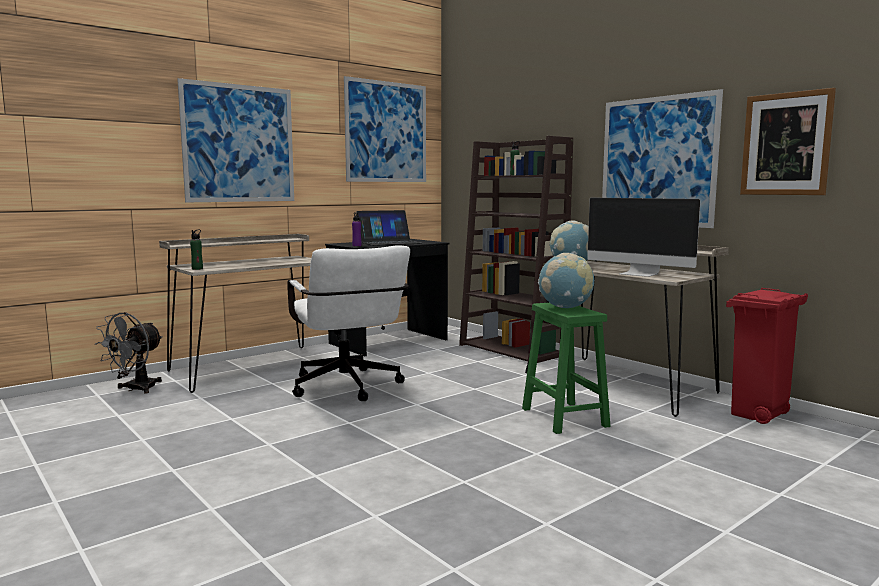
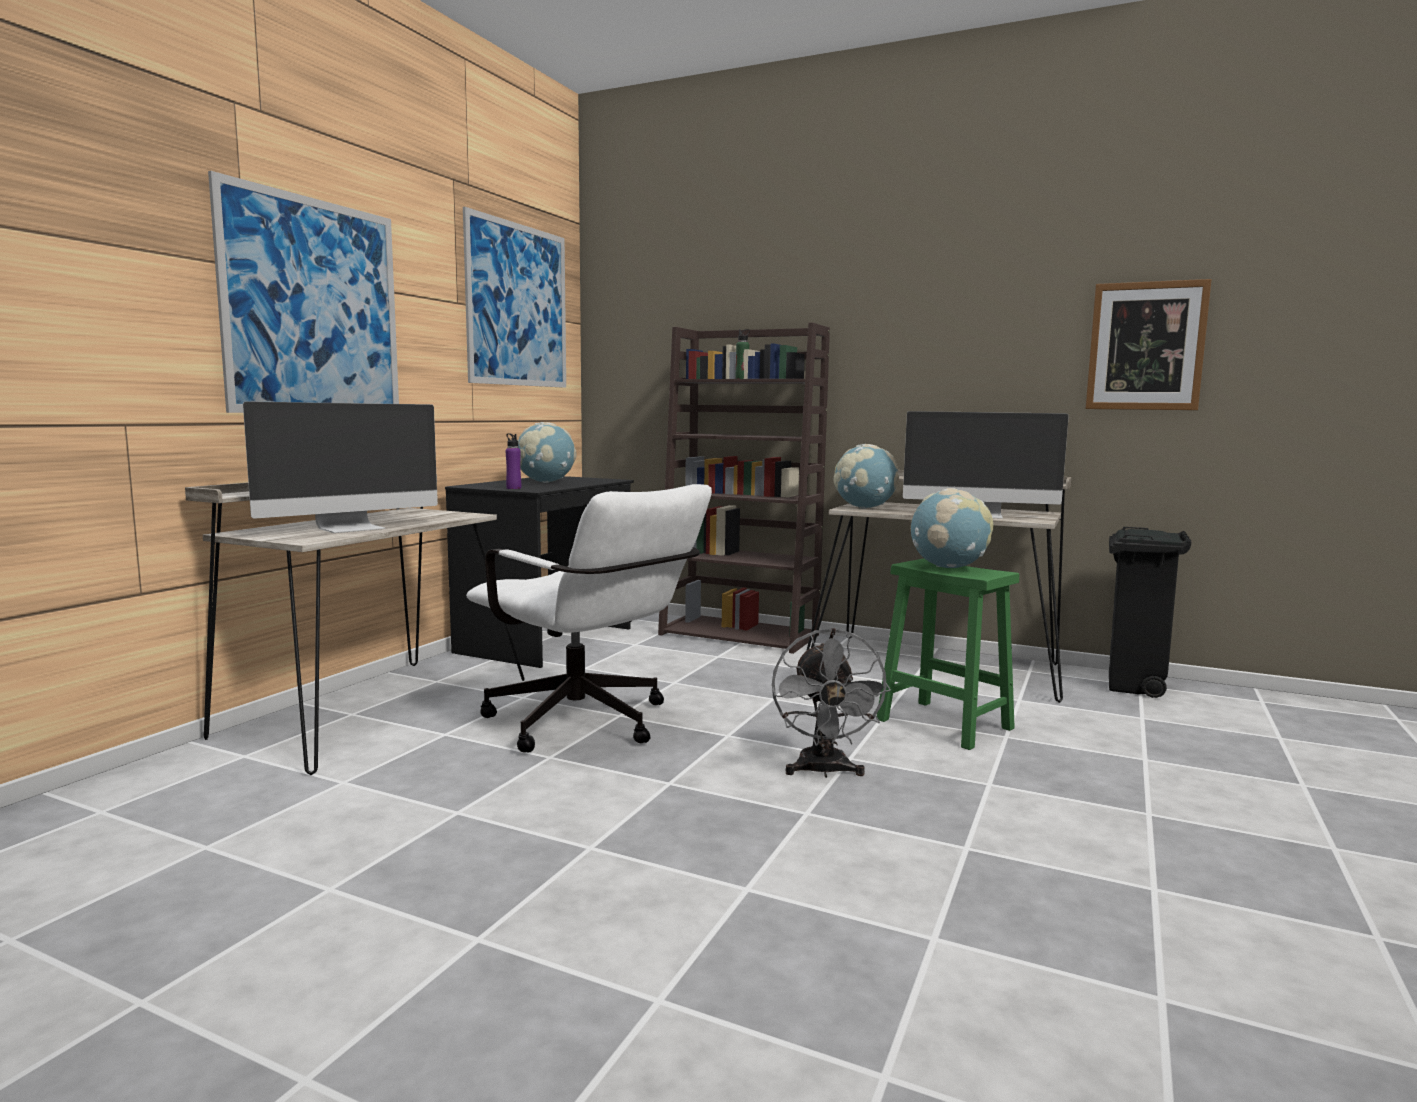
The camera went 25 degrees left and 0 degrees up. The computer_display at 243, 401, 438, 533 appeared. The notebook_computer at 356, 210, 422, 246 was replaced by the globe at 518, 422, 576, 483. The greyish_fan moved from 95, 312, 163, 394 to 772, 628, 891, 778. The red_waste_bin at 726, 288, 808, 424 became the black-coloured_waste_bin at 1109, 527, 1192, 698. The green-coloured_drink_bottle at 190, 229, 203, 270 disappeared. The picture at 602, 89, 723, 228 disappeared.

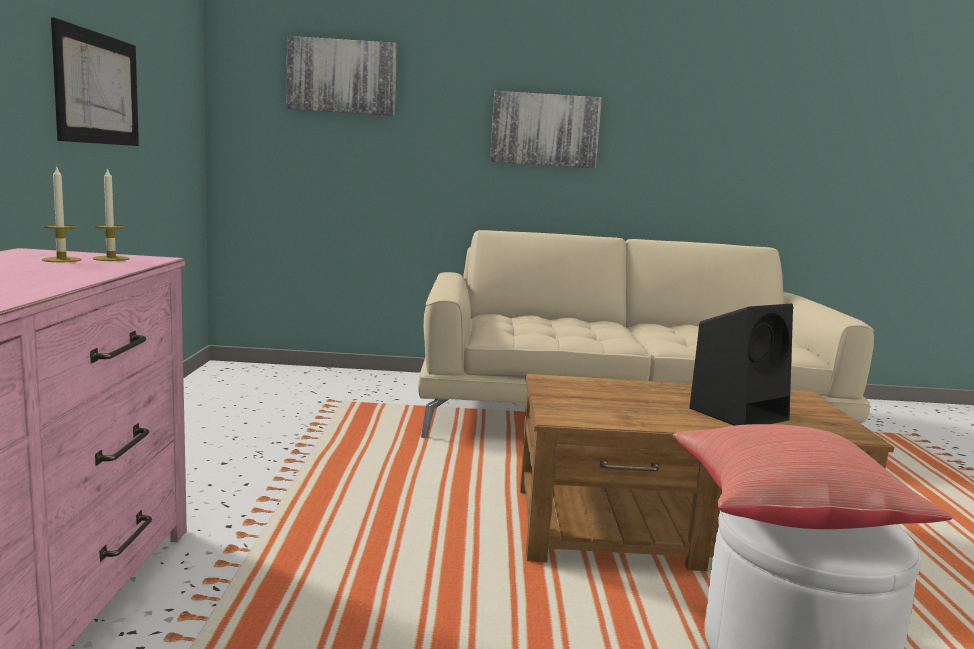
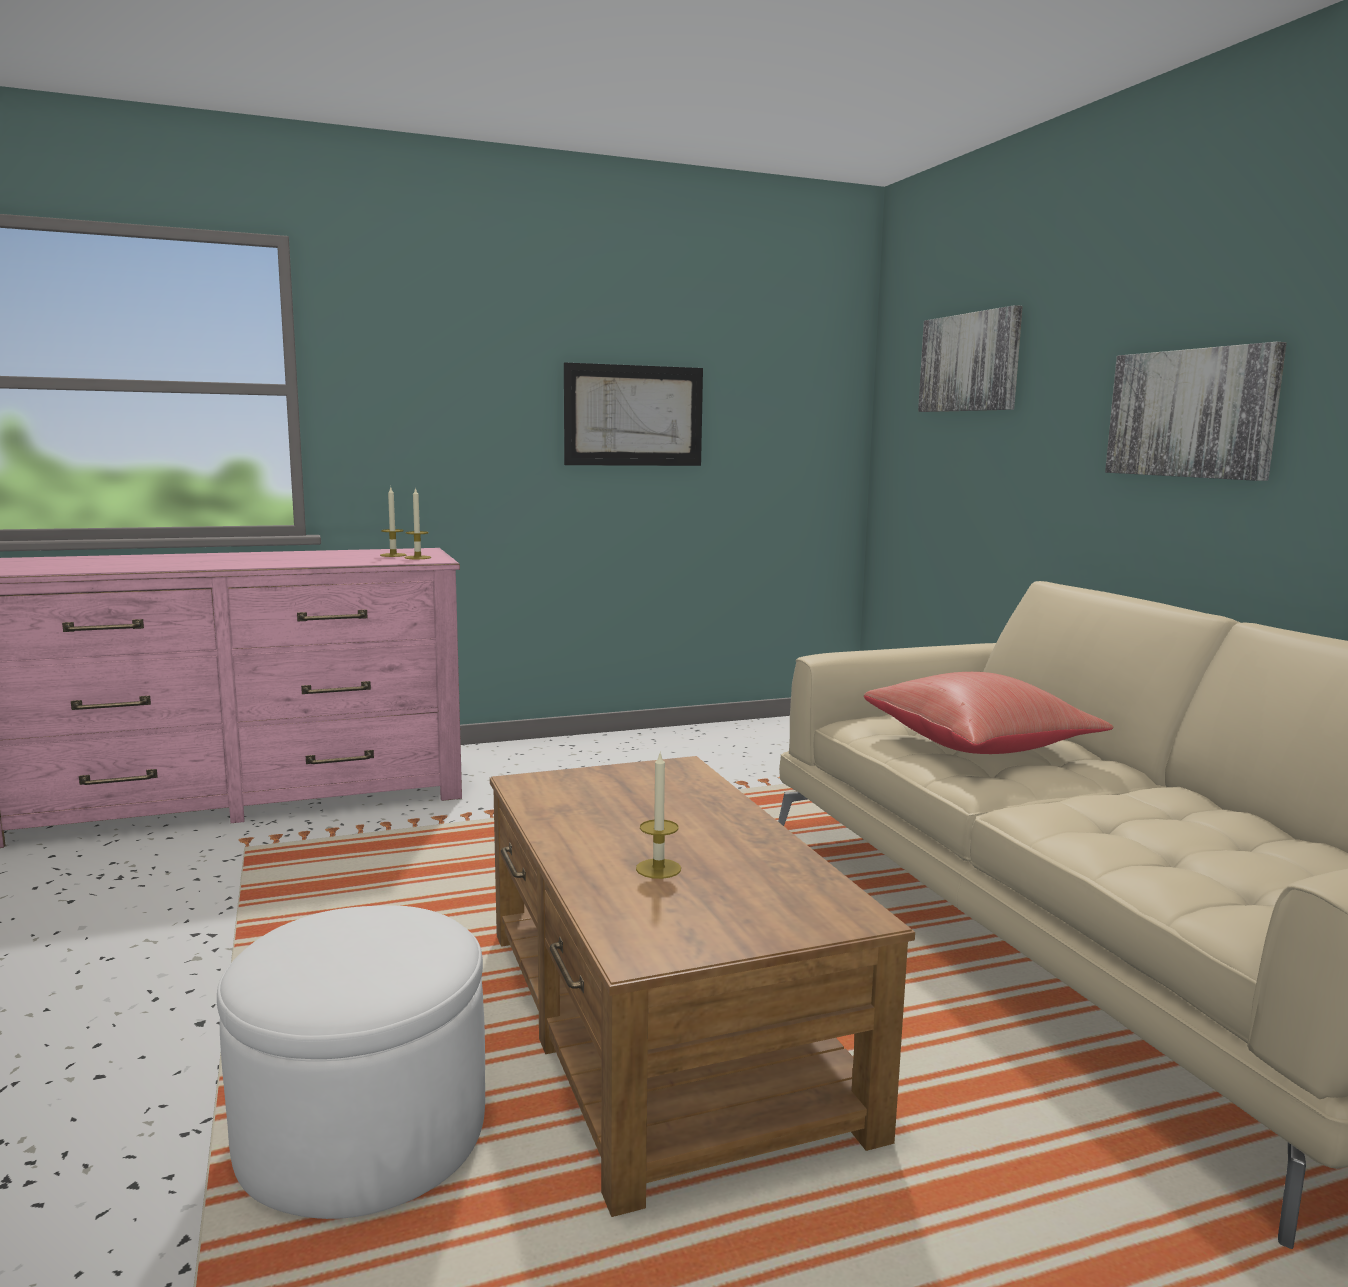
The camera went 70 degrees right and 0 degrees up. The black-coloured_loudspeaker at 689, 304, 793, 426 was replaced by the wax_candle at 636, 751, 681, 879. The red_pillow moved from 673, 424, 953, 529 to 864, 672, 1114, 754.

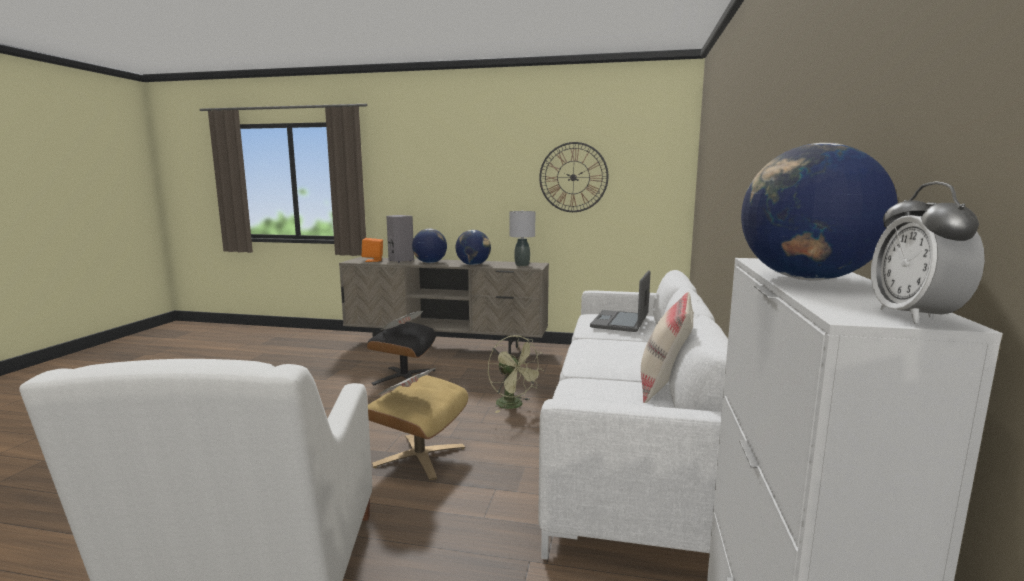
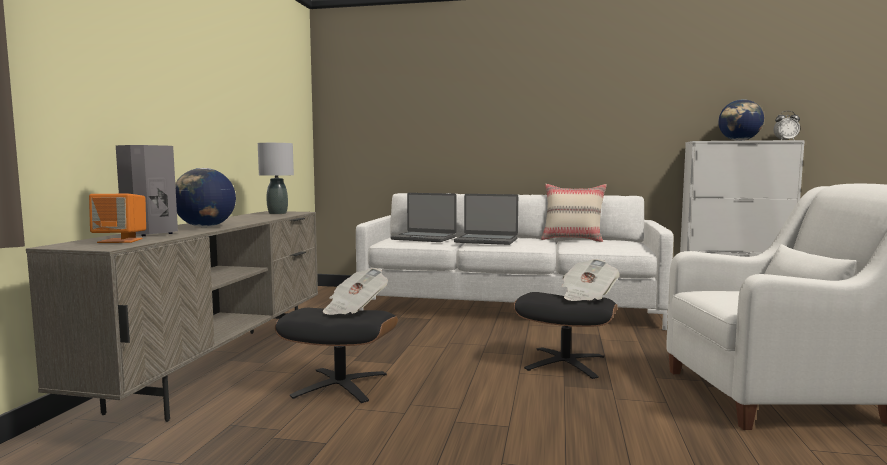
The camera went 90 degrees left and 5 degrees down. The notebook_computer at 454, 194, 518, 245 appeared. The beige_footrest at 368, 375, 468, 480 became the black-coloured_footrest at 514, 292, 617, 379. The globe at 456, 230, 491, 265 disappeared. The green-coloured_fan at 488, 335, 544, 413 disappeared. The hanging_clock at 539, 142, 608, 212 disappeared.

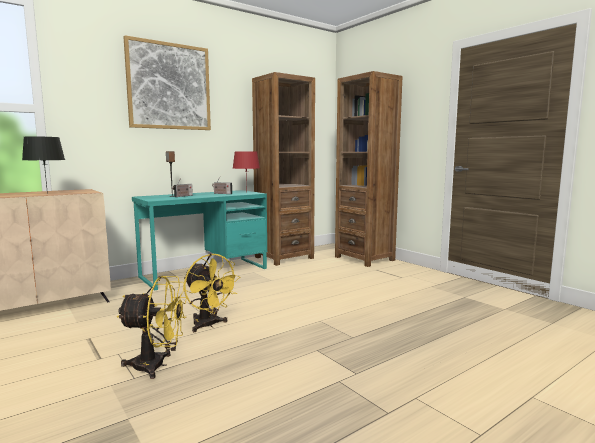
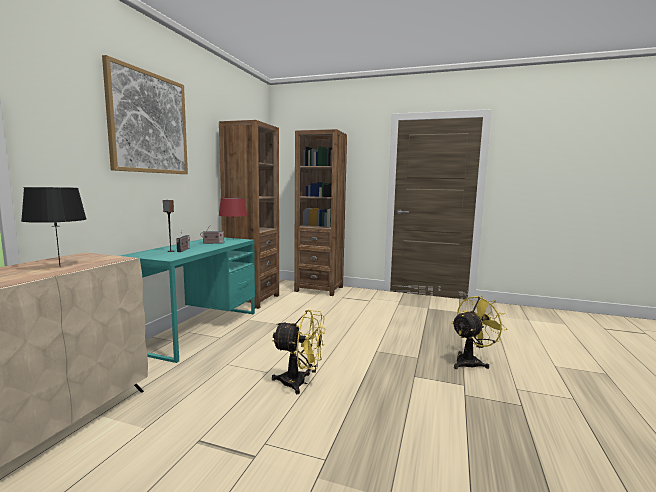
The camera went 35 degrees left and 0 degrees up. The yellow_fan moved from 116, 276, 187, 379 to 452, 295, 507, 369.

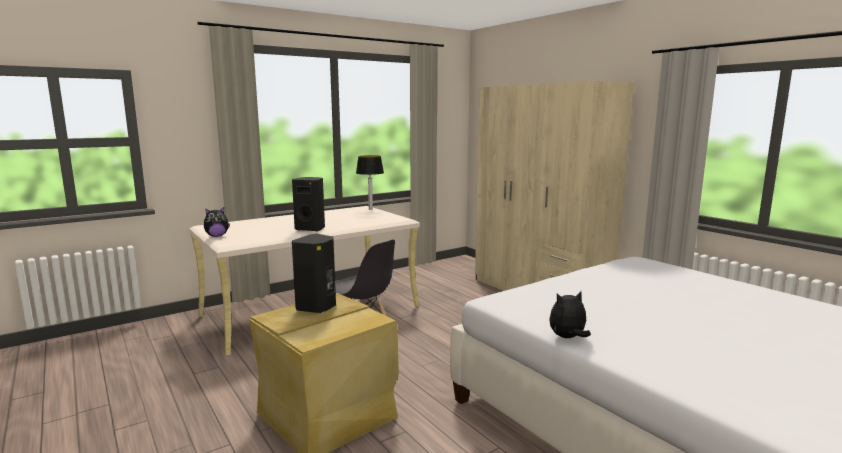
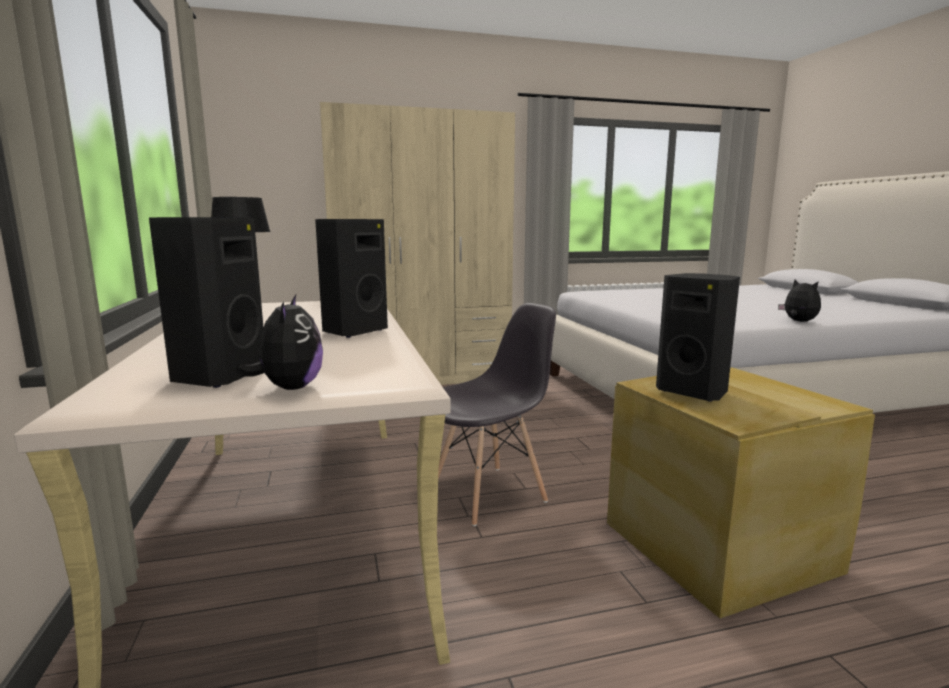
The camera went 70 degrees left and 0 degrees up. The black-coloured_loudspeaker at 149, 217, 264, 388 appeared. The soft_toy at 549, 291, 591, 338 turned 150 degrees clockwise.

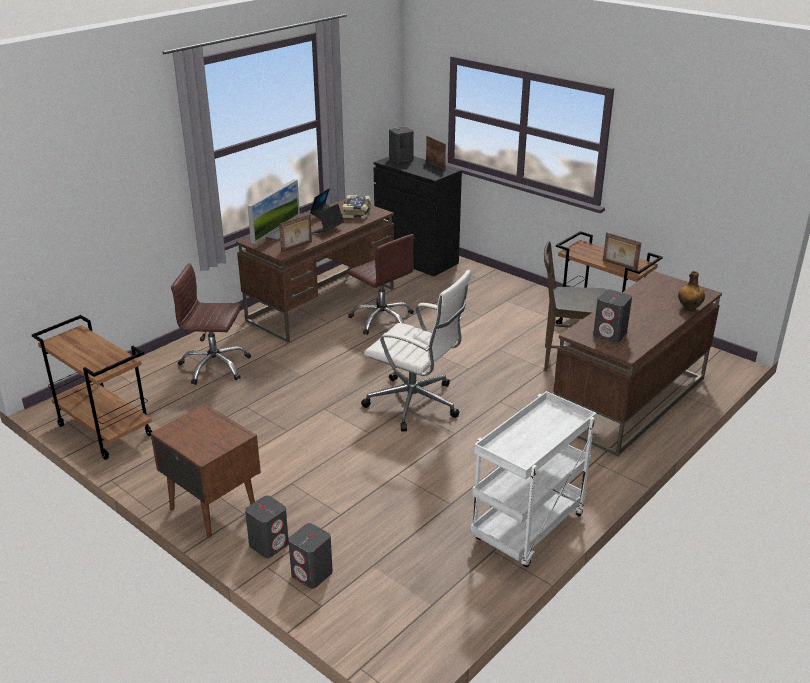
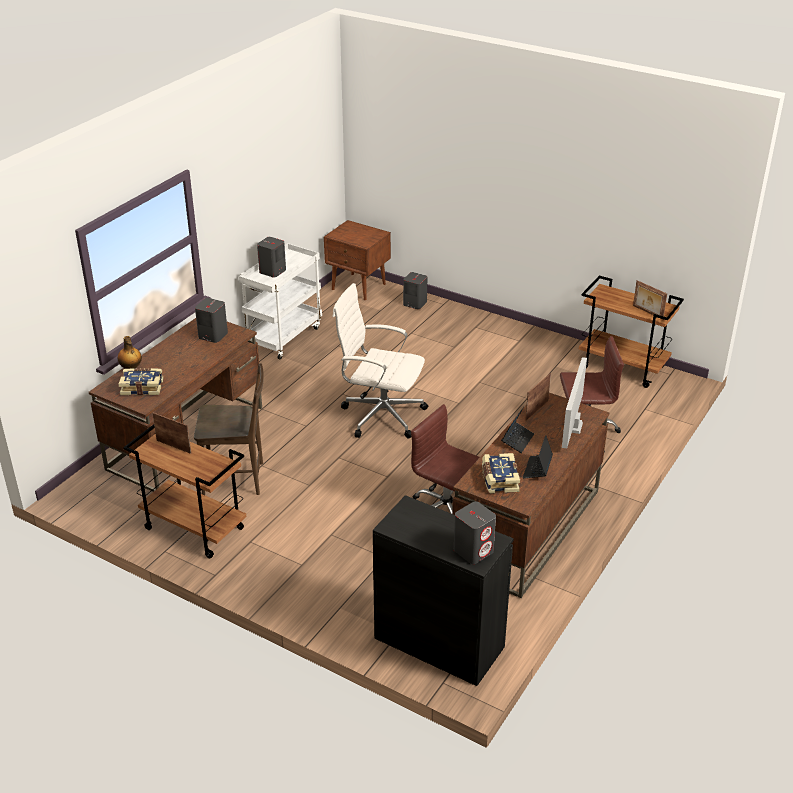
The camera went 170 degrees right and 5 degrees up. The book at 118, 368, 163, 395 appeared. The greyish_loudspeaker moved from 245, 496, 289, 558 to 257, 237, 286, 278. The brown-coloured_nightstand moved from 150, 404, 261, 538 to 324, 220, 391, 300. The photo_frame moved from 426, 136, 446, 170 to 633, 280, 667, 316.

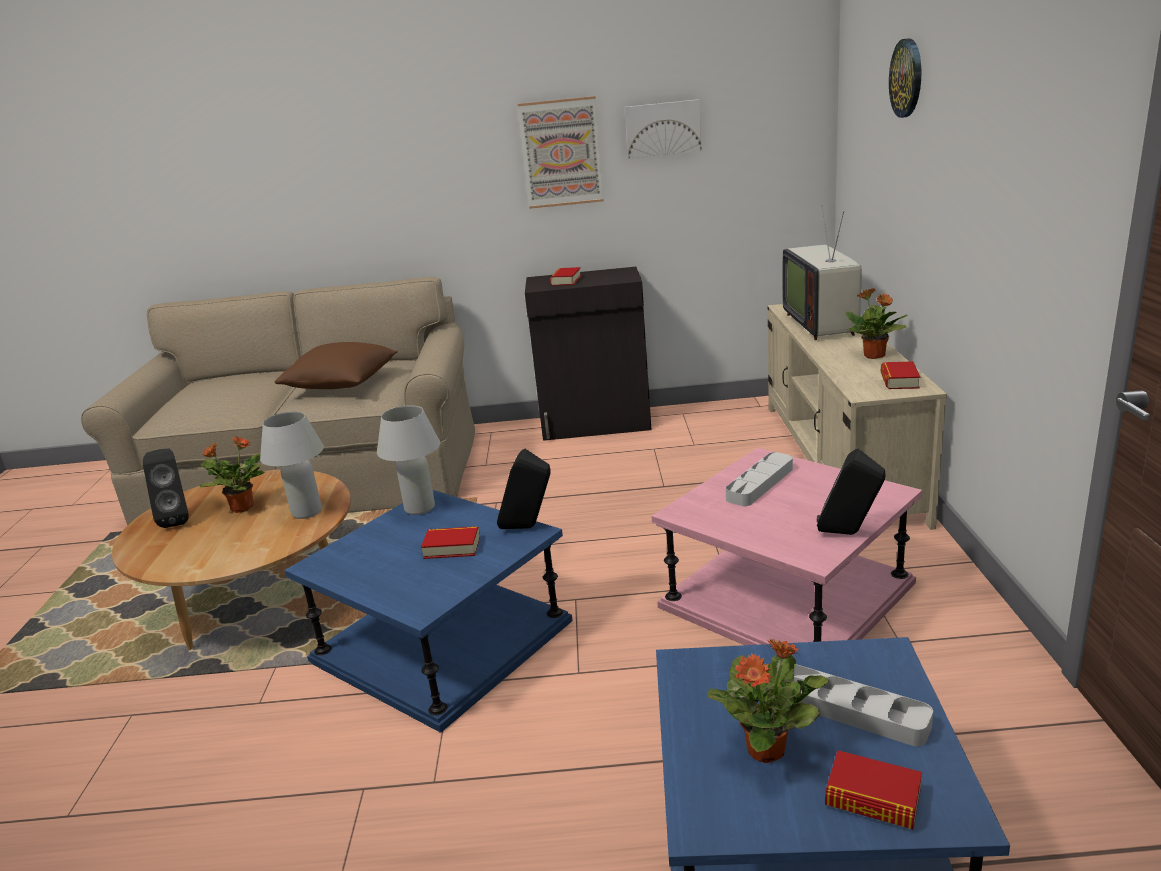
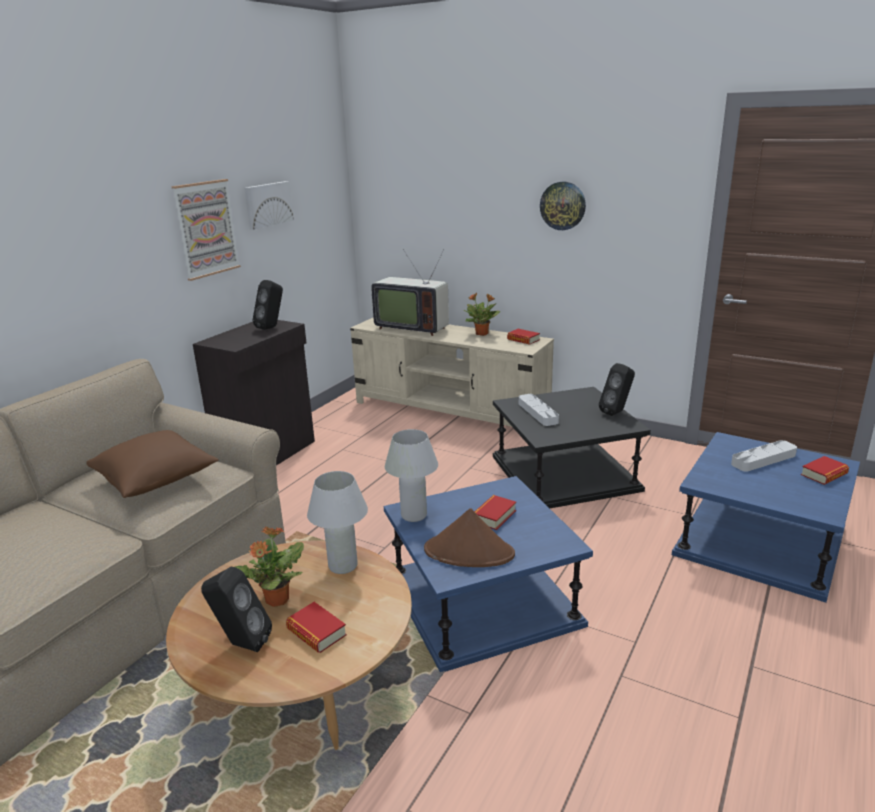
The camera went 60 degrees left and 0 degrees up. The black-coloured_loudspeaker moved from 497, 449, 551, 529 to 253, 280, 283, 330. The book moved from 550, 267, 581, 286 to 286, 602, 347, 653. The brown-coloured_hat at 424, 508, 515, 567 appeared. The pink_side_table at 652, 448, 922, 645 became the black-coloured_side_table at 493, 387, 651, 508. The hanging_clock moved from 889, 38, 921, 118 to 540, 182, 586, 230. The houseplant at 707, 639, 829, 763 disappeared.

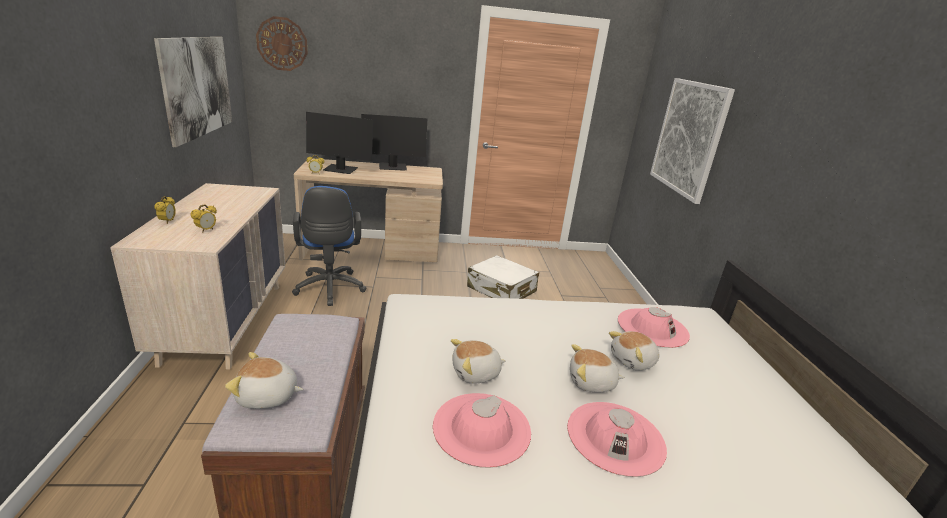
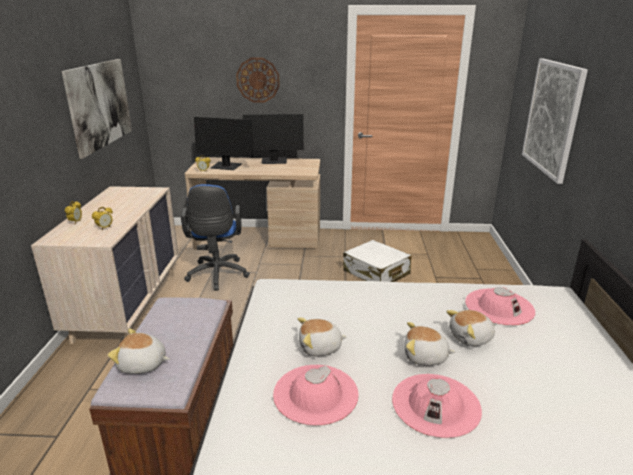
The camera went 10 degrees right and 0 degrees up. The hanging_clock moved from 256, 16, 308, 71 to 236, 58, 280, 103.

